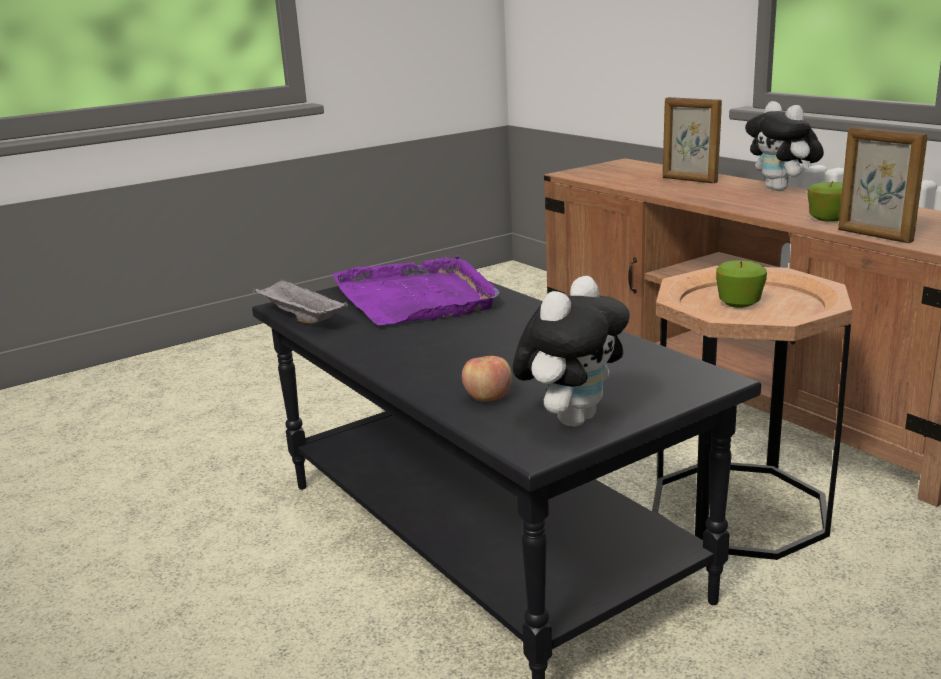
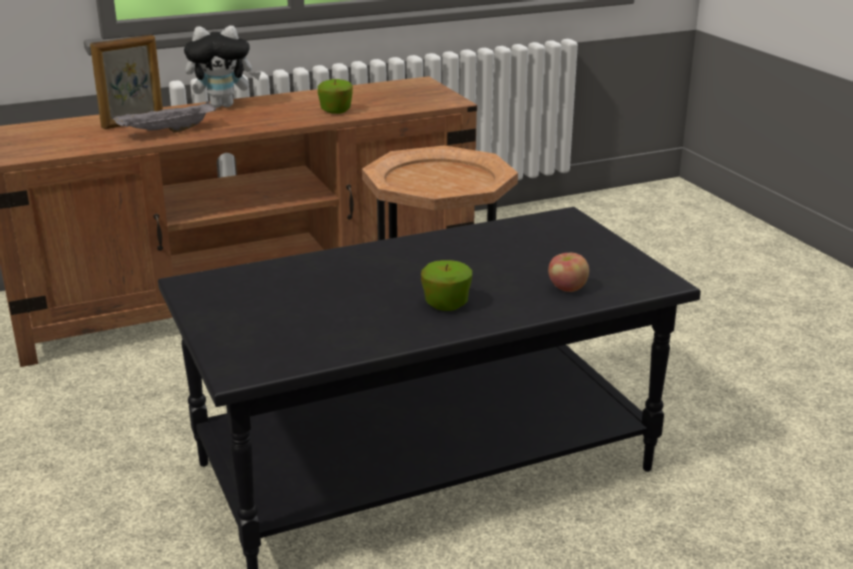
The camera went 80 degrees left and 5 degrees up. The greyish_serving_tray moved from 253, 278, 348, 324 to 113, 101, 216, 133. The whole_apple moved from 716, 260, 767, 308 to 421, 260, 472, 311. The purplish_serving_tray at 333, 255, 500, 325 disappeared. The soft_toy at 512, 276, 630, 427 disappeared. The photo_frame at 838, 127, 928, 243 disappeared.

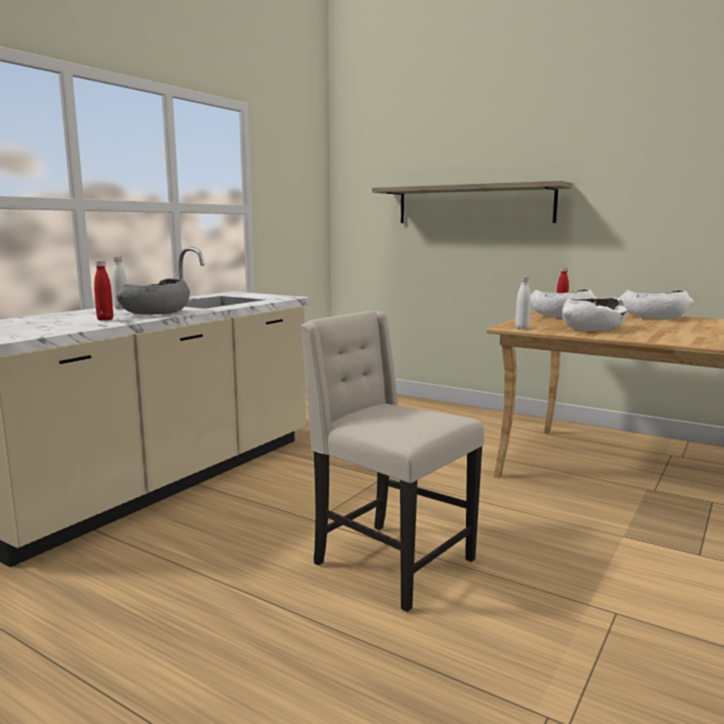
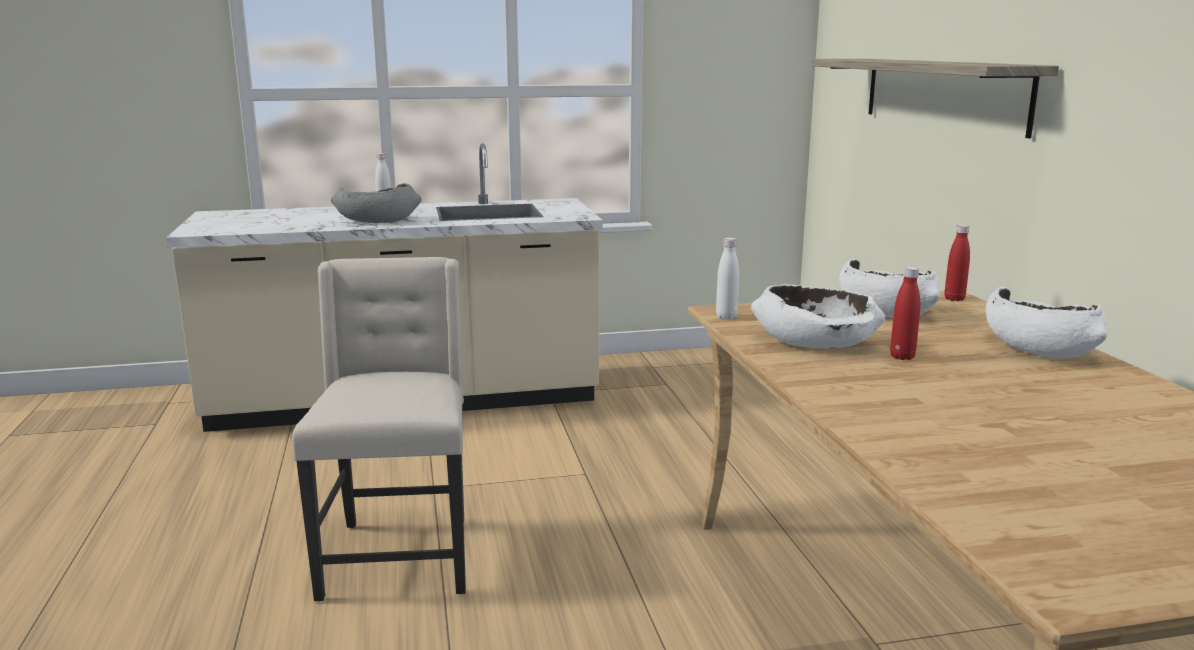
The camera went 45 degrees right and 5 degrees up. The red_drink_bottle moved from 94, 260, 113, 321 to 890, 266, 920, 360.

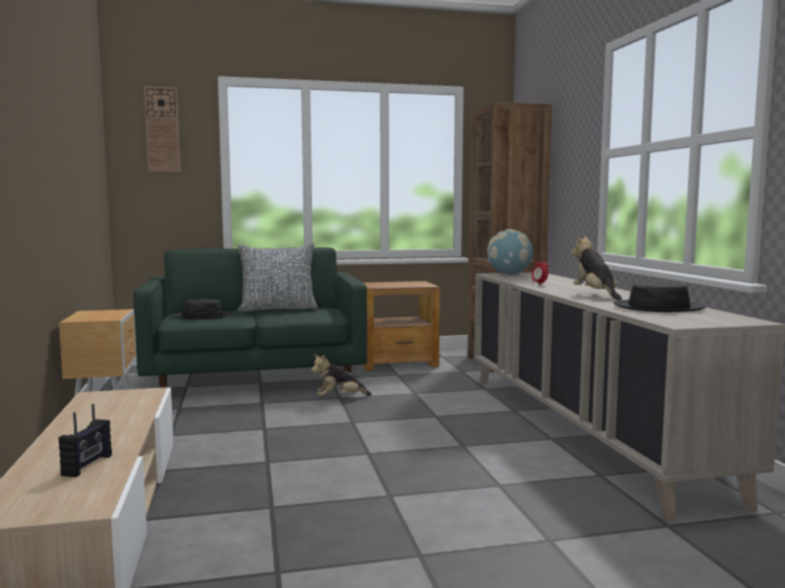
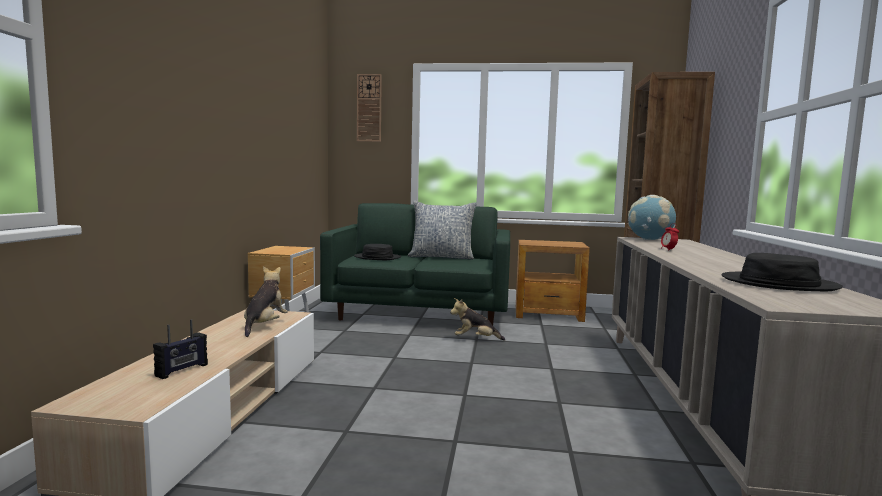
The camera went 20 degrees right and 0 degrees up. The soft_toy moved from 571, 235, 622, 300 to 244, 266, 288, 337.

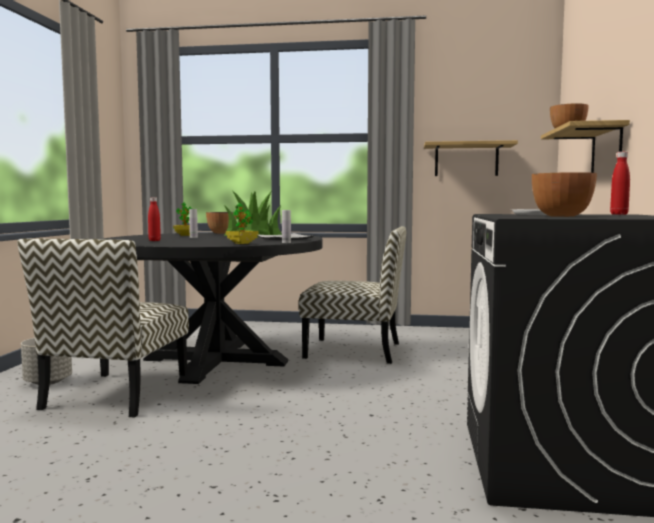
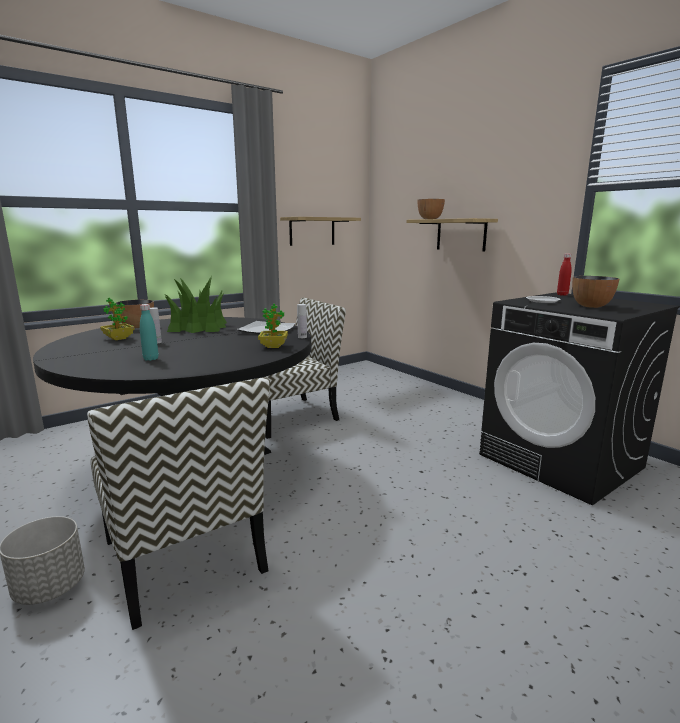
The camera went 45 degrees left and 10 degrees up. The red_drink_bottle at 148, 197, 161, 241 became the blue-green_drink_bottle at 140, 304, 158, 361.

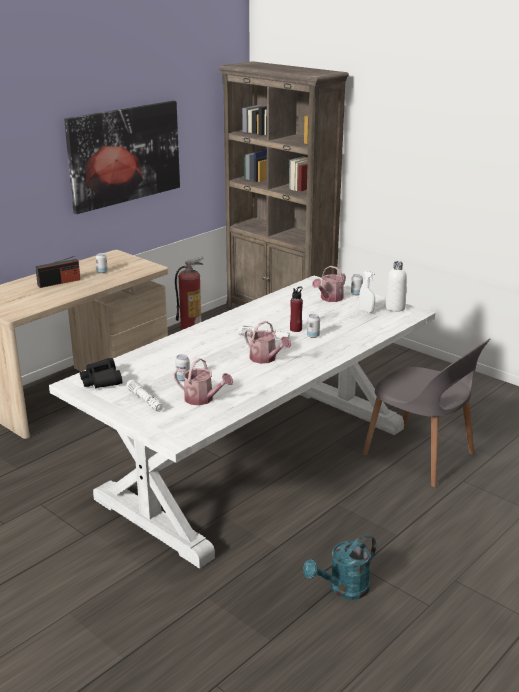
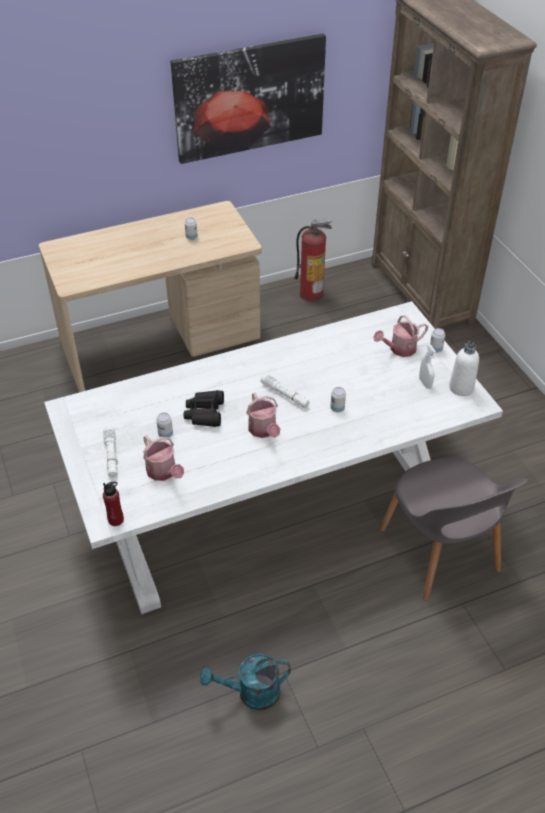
The camera went 25 degrees right and 20 degrees up. The red_drink_bottle moved from 290, 286, 303, 332 to 103, 481, 124, 526. The black-coloured_binoculars moved from 80, 358, 123, 388 to 184, 390, 224, 427. The radio_receiver at 36, 256, 80, 288 disappeared.

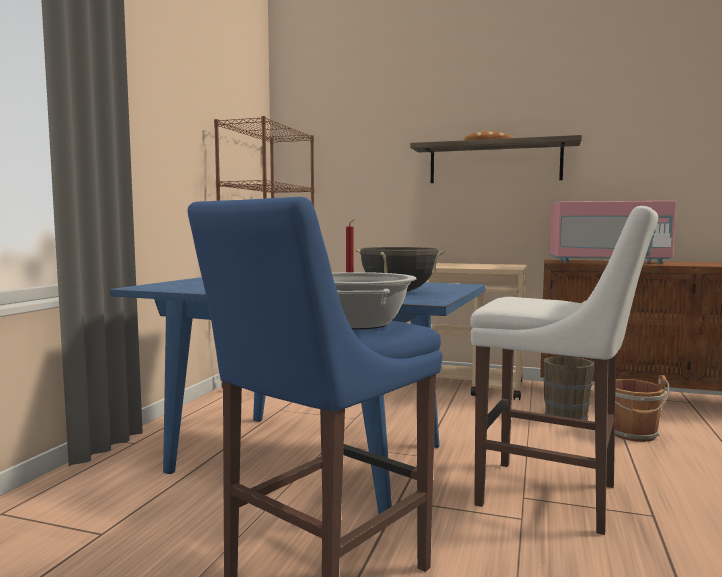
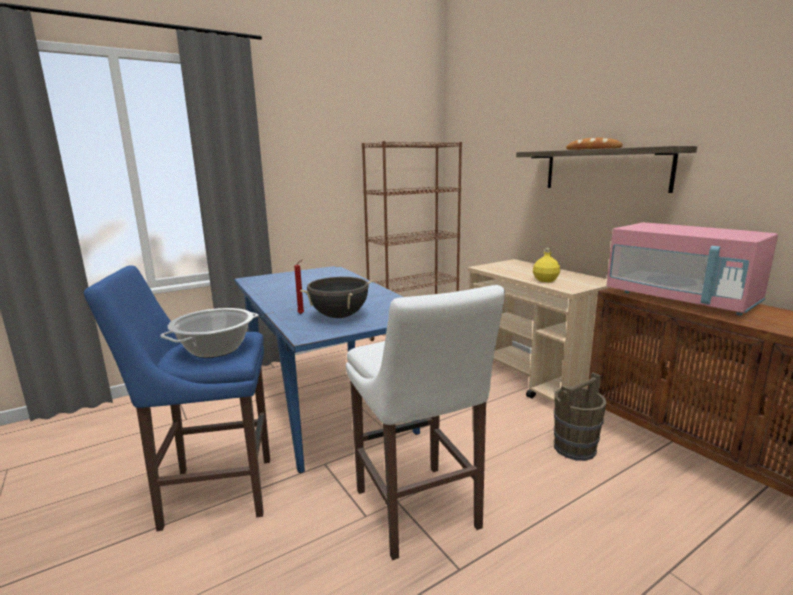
The camera went 40 degrees right and 10 degrees up. The yellow_drink_bottle at 533, 248, 560, 282 appeared. The brown-coloured_water_bucket at 615, 375, 669, 442 disappeared.

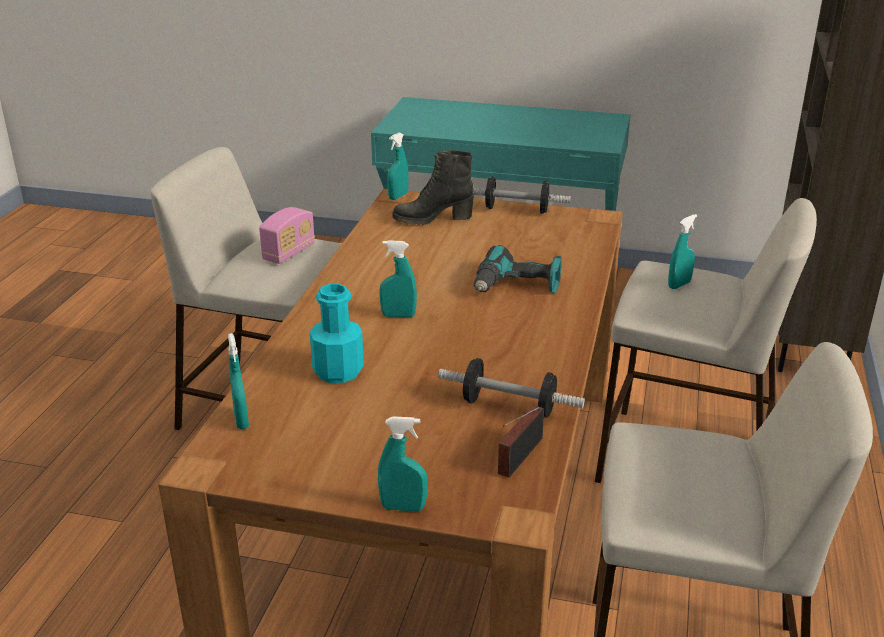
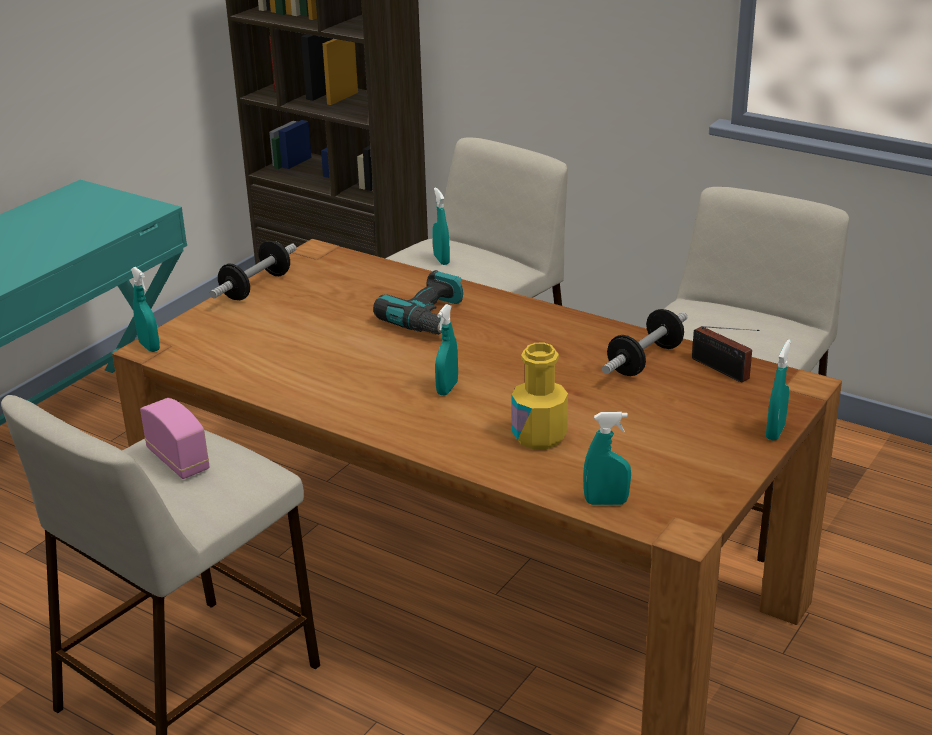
The camera went 70 degrees left and 0 degrees up. The blue-green_drink_bottle at 310, 284, 364, 383 became the yellow_drink_bottle at 511, 343, 568, 449. The black-coloured_boot at 392, 150, 474, 225 disappeared.

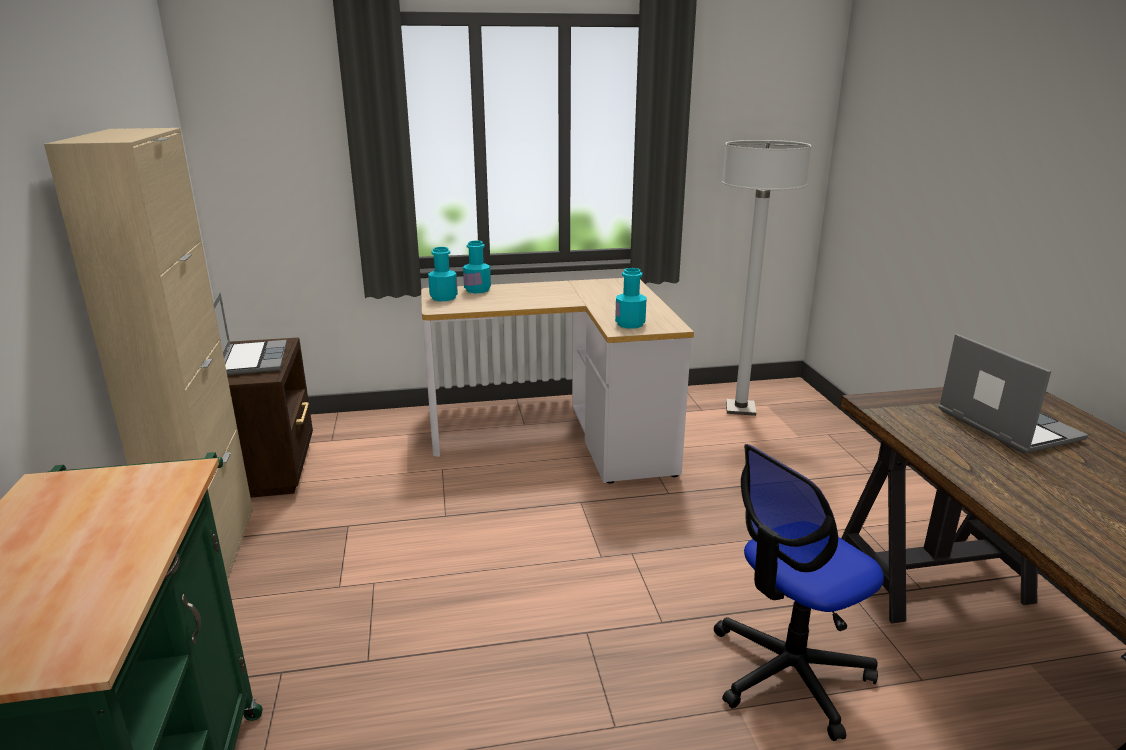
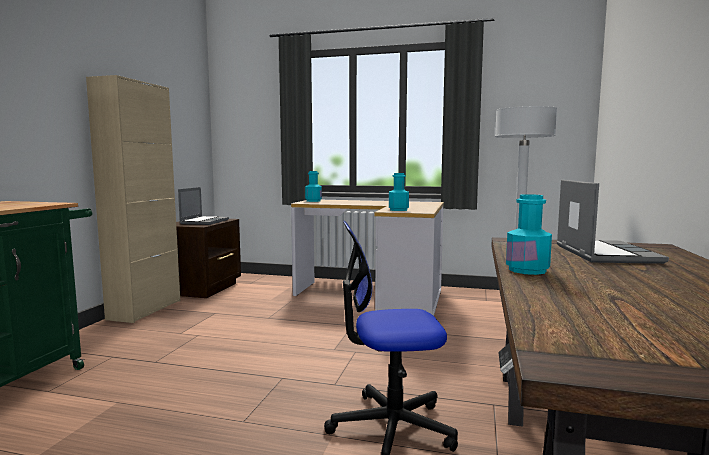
The camera went 25 degrees right and 15 degrees down. The blue-green_drink_bottle moved from 463, 241, 491, 293 to 506, 194, 552, 275.

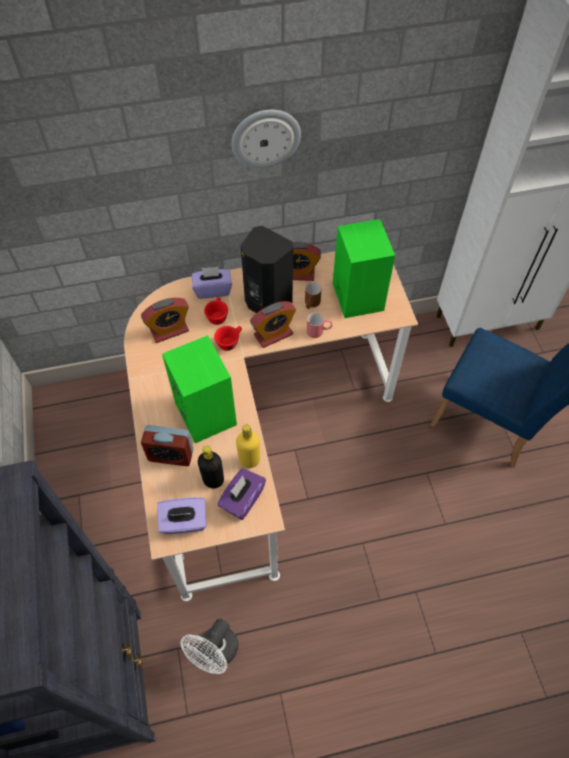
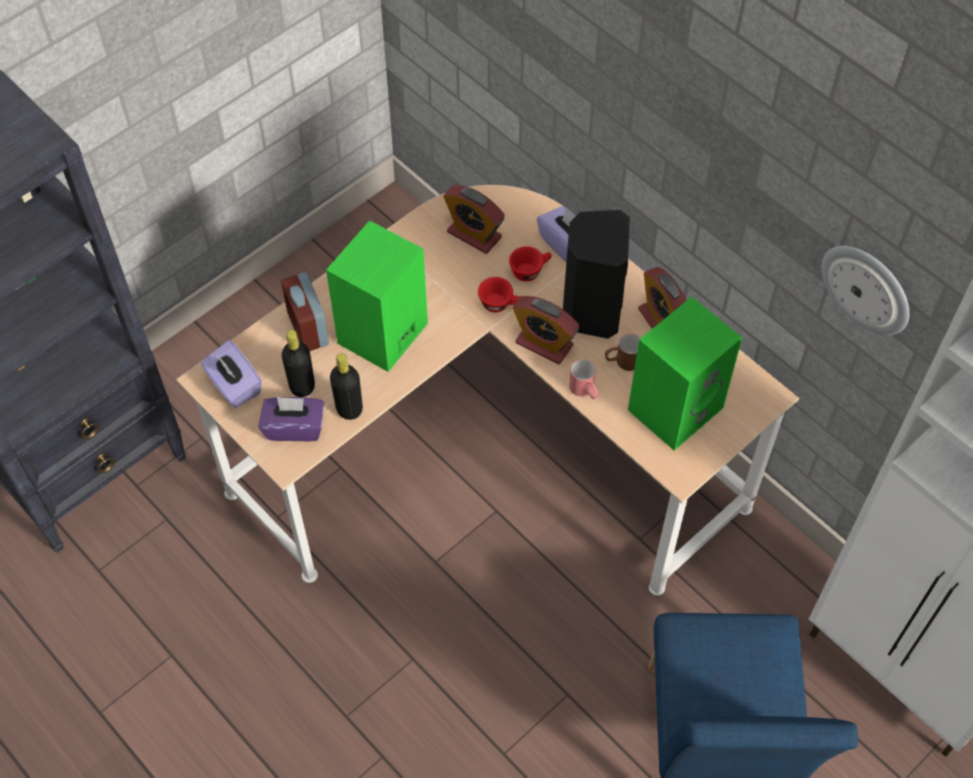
The camera went 60 degrees right and 0 degrees up. The yellow_drink_bottle at 236, 425, 260, 468 became the black-coloured_drink_bottle at 330, 353, 363, 420. The hanging_clock moved from 231, 110, 301, 168 to 822, 246, 910, 335. The white-coloured_fan at 181, 619, 238, 674 disappeared.

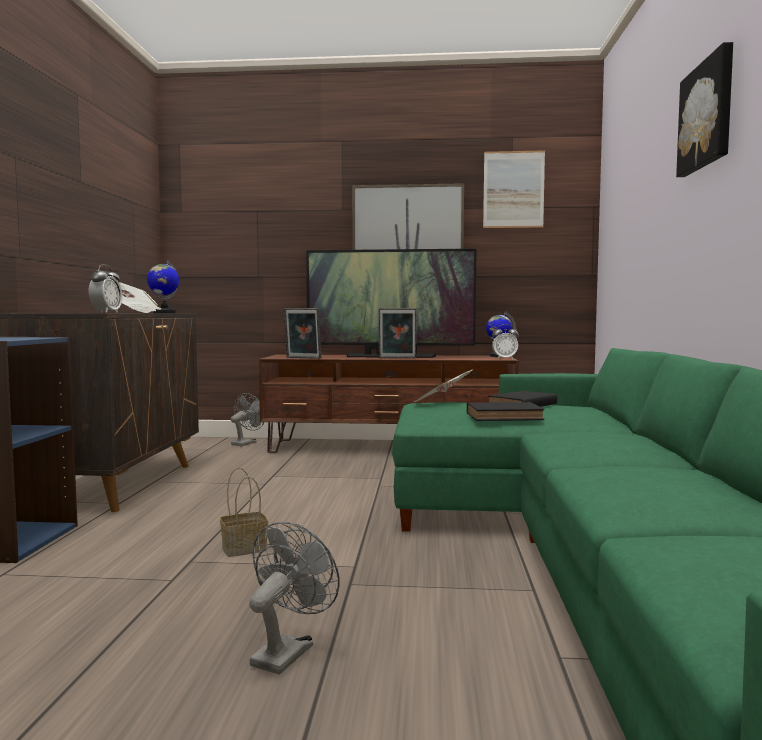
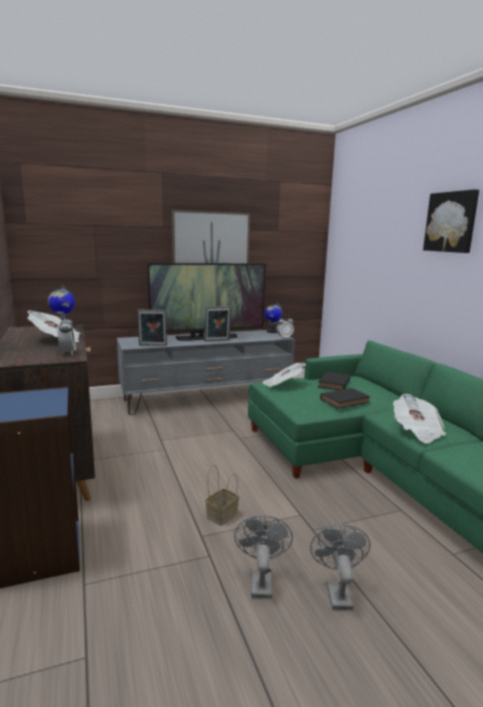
The camera went 25 degrees left and 10 degrees up. The brown-coloured_tv_unit at 259, 355, 519, 453 became the greyish_tv_unit at 117, 330, 295, 415. The greyish_fan moved from 231, 393, 264, 446 to 234, 515, 293, 599. The newspaper at 393, 394, 446, 443 appeared. The picture at 483, 150, 545, 228 disappeared.

